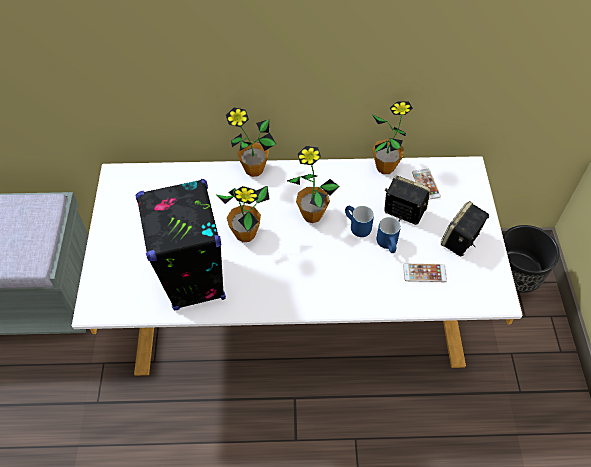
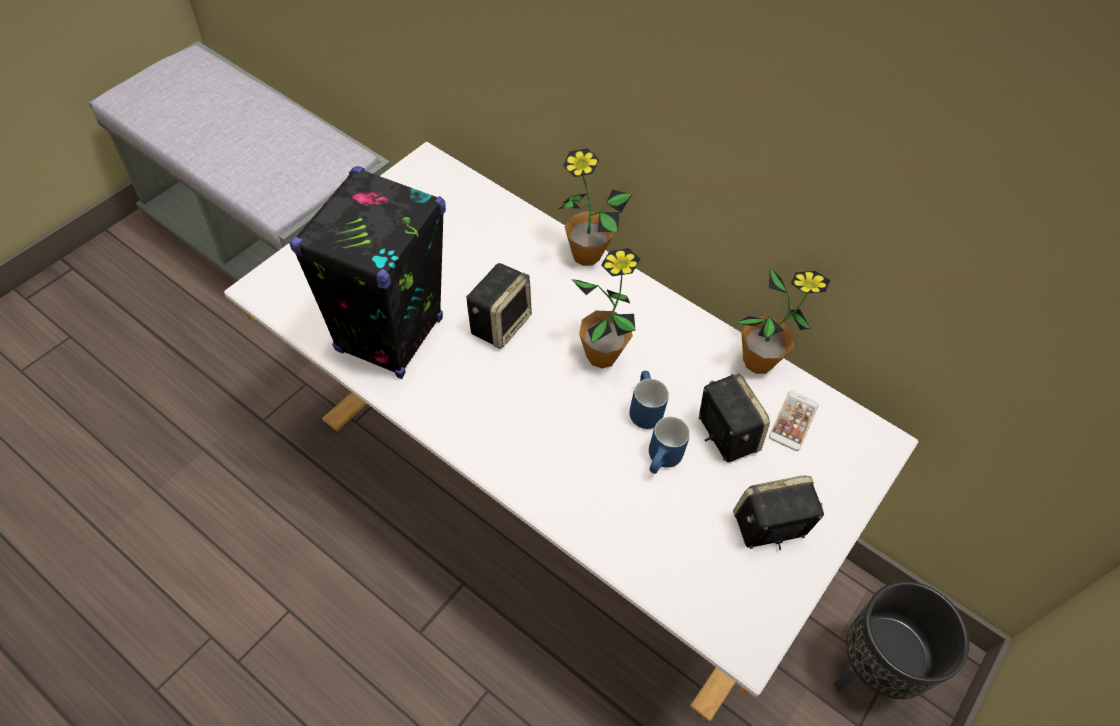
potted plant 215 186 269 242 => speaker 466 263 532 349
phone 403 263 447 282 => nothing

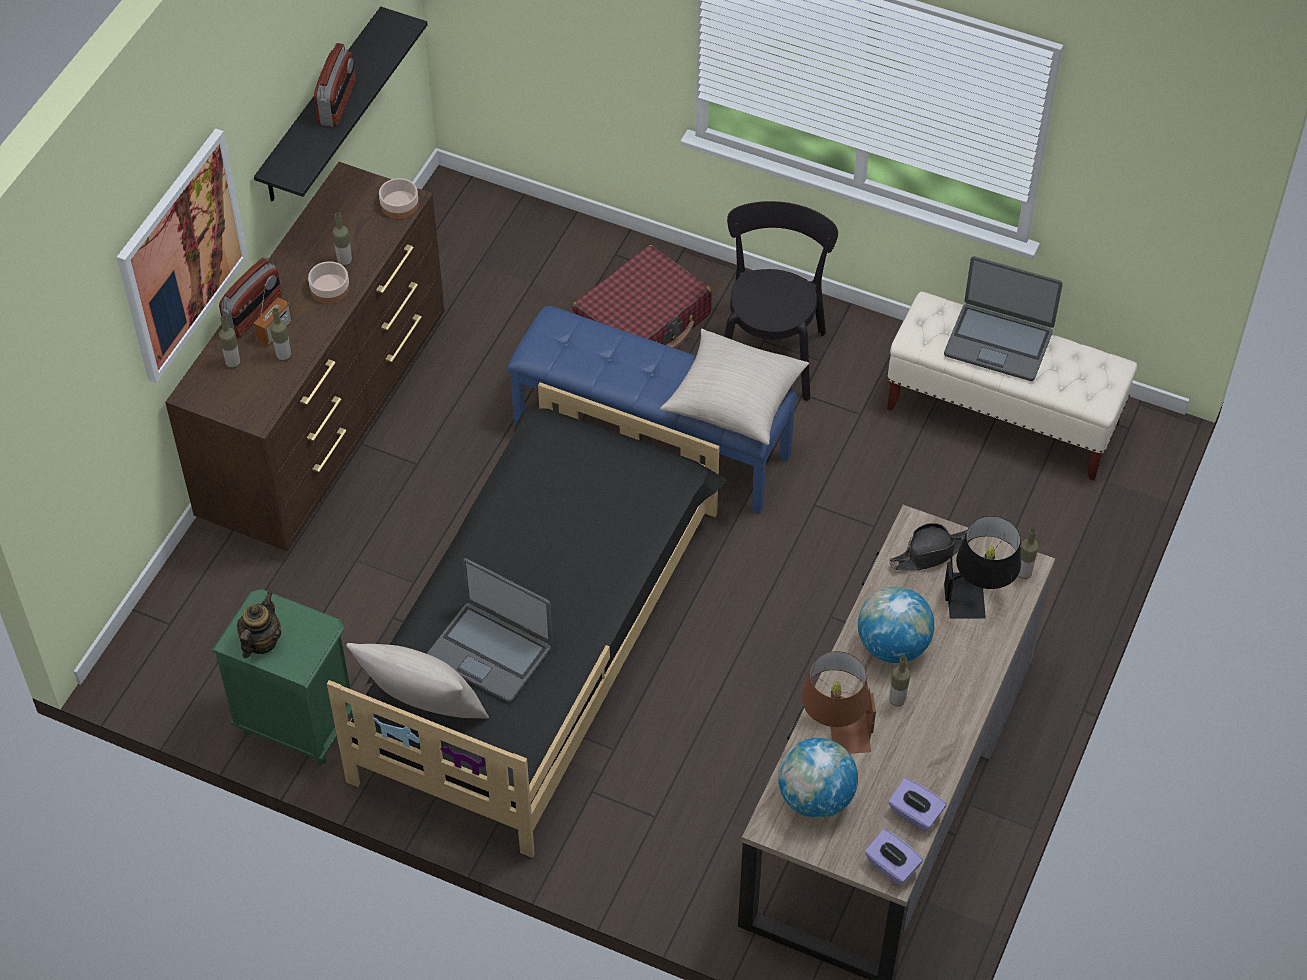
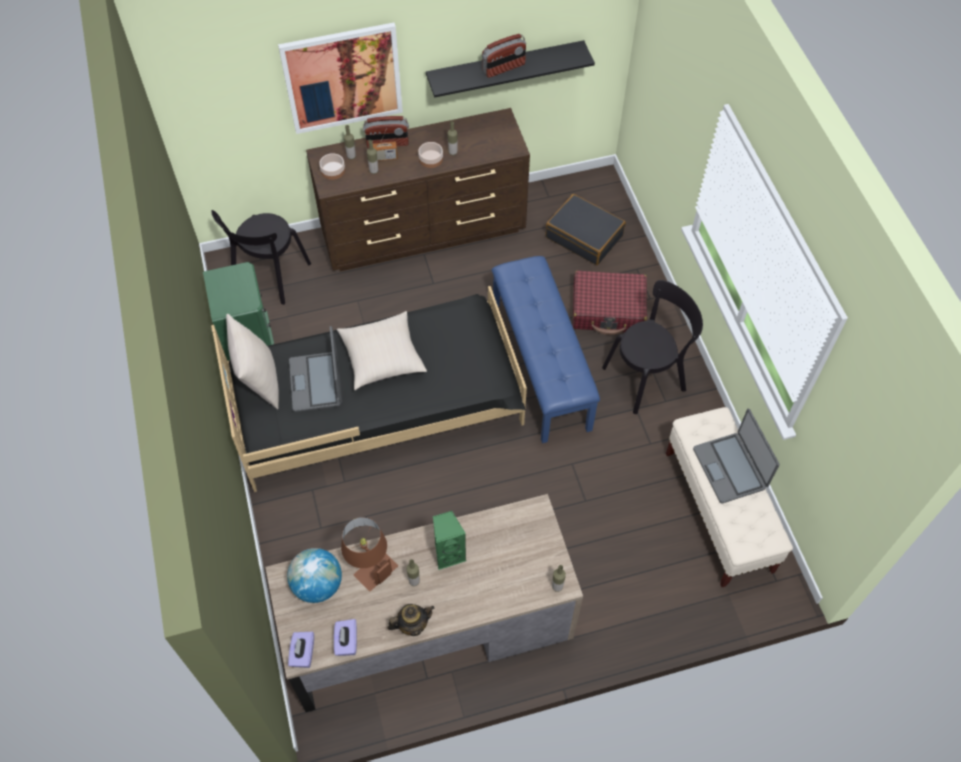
bowl 379 178 419 219 => bowl 319 153 345 180, relocated
beige pillow 660 329 809 445 => beige pillow 337 311 427 390, relocated
black table lamp 944 516 1021 619 => nothing
black hat 889 523 972 571 => nothing
globe 858 587 935 663 => green speaker 433 511 466 570
teapot 237 592 281 658 => teapot 388 604 434 636, relocated
nothing => black suitcase 545 194 626 265
nothing => black chair 211 210 311 305

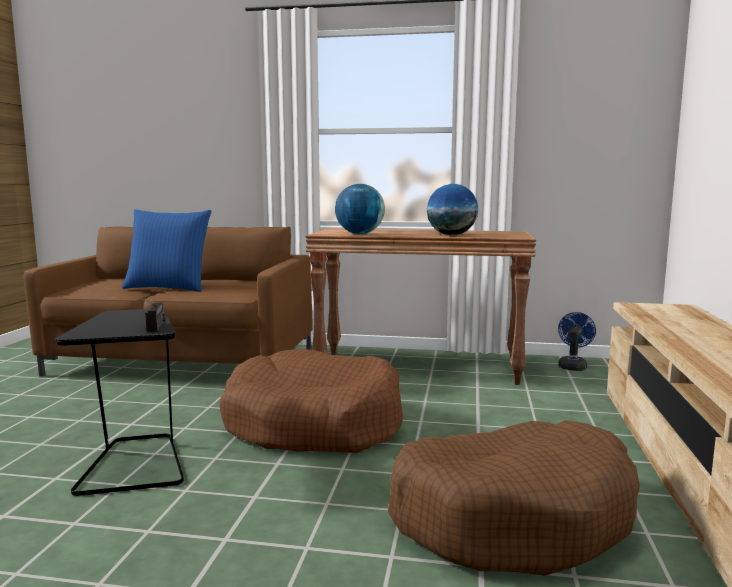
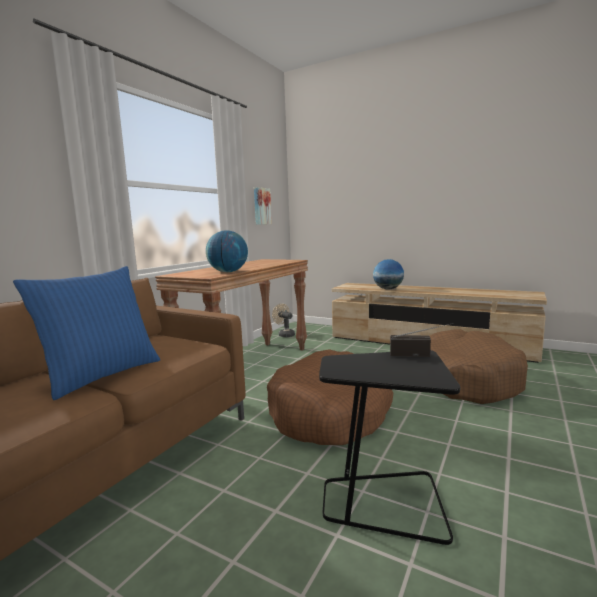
globe 427 184 479 235 => globe 373 259 404 290, relocated
blue fan 558 312 596 371 => beige fan 272 303 295 337
nothing => picture 254 187 272 225

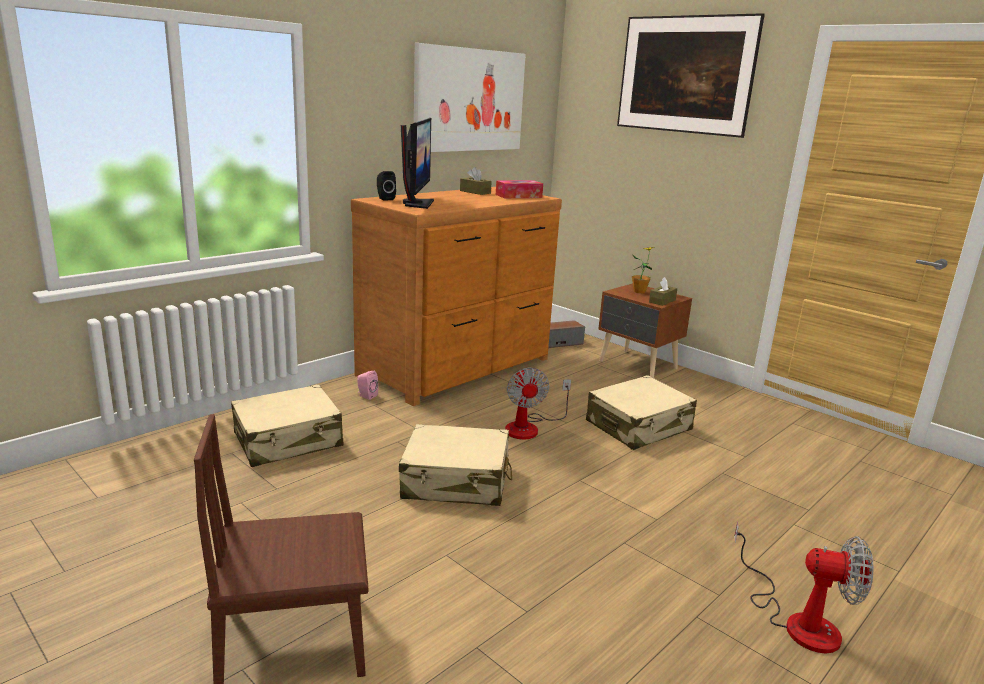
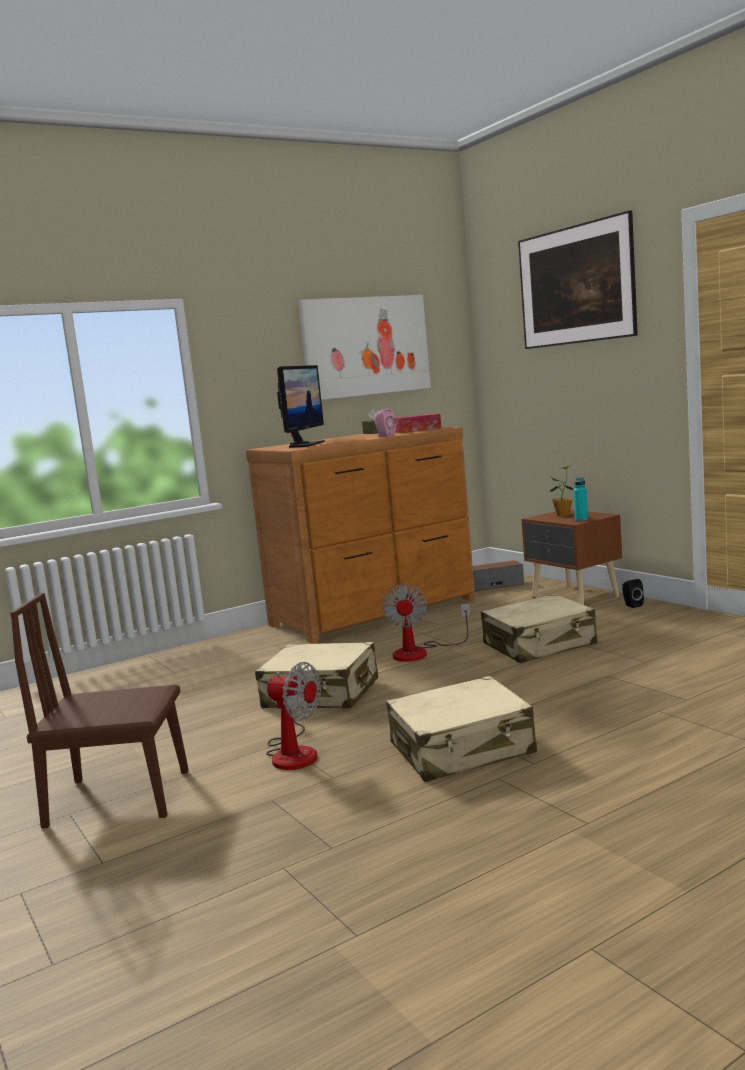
black speaker 377 171 396 201 => black speaker 622 579 644 608, relocated
brown tissue box 649 277 677 306 => turquoise bottle 573 477 588 521
pink speaker 357 371 378 400 => pink speaker 374 408 396 437, relocated
beige suitcase 231 384 343 467 => beige suitcase 386 676 537 782, relocated
fan 734 521 874 654 => fan 266 662 321 770, relocated

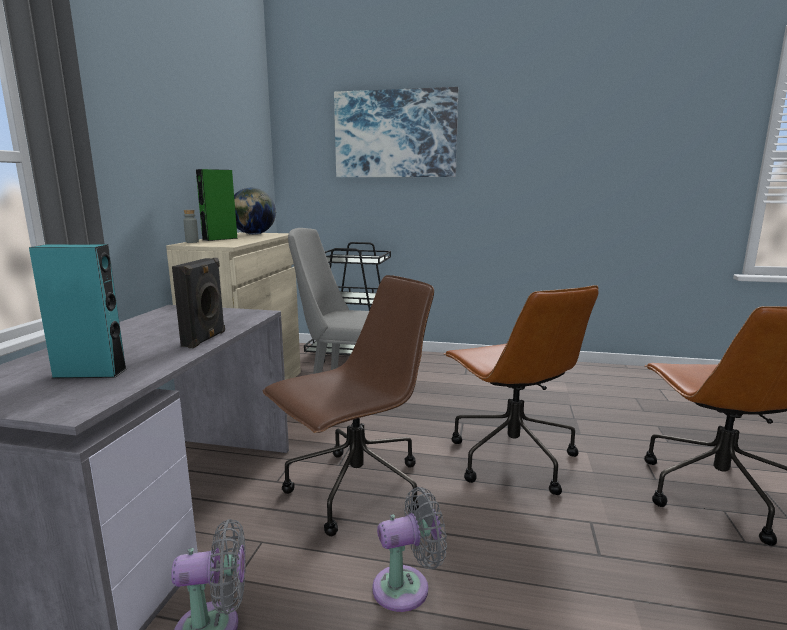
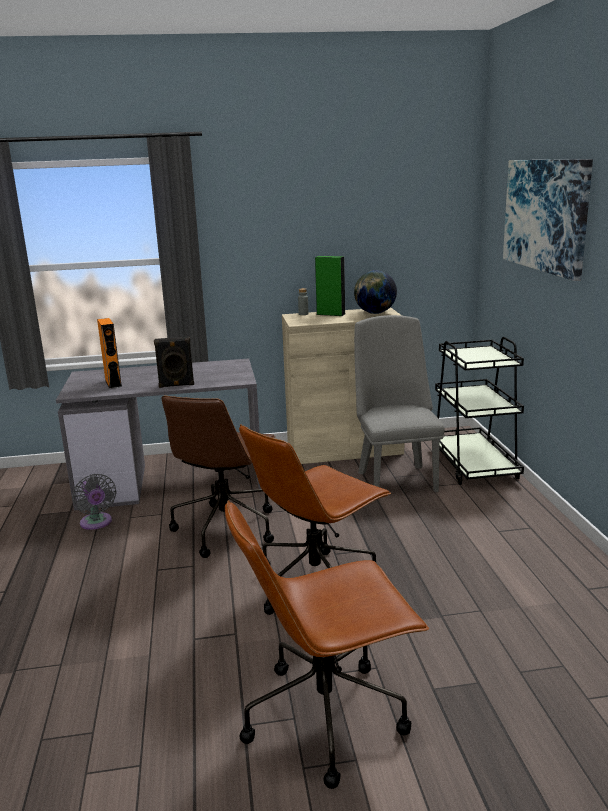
turquoise speaker 29 244 127 379 => orange speaker 97 318 122 389
brown office chair 263 275 434 536 => brown office chair 162 396 276 558, 75 degrees clockwise
grey fan 372 487 447 612 => nothing

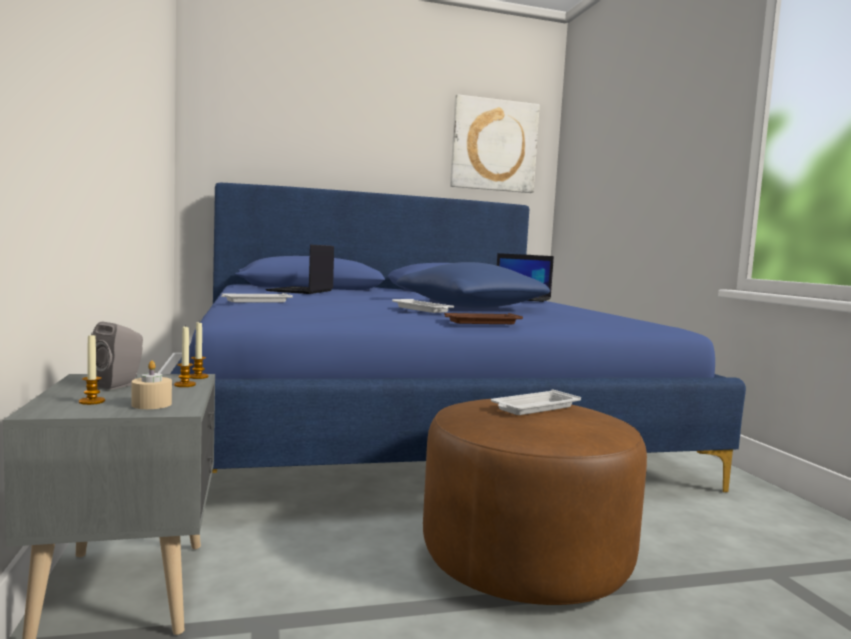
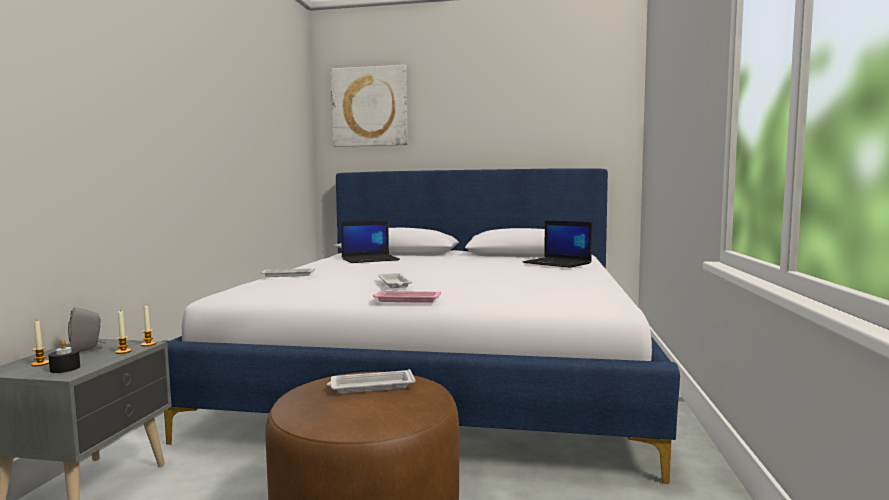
picture 450 94 540 193 => picture 331 65 408 147, relocated
blue bed 170 183 746 492 => white bed 163 169 680 484
laptop 266 245 334 294 => laptop 341 221 400 263, 150 degrees counterclockwise
blue pillow 397 262 550 308 => nothing
brown tray 444 313 523 324 => pink tray 373 291 441 303
beige candle 131 361 172 409 => black candle 48 339 80 373

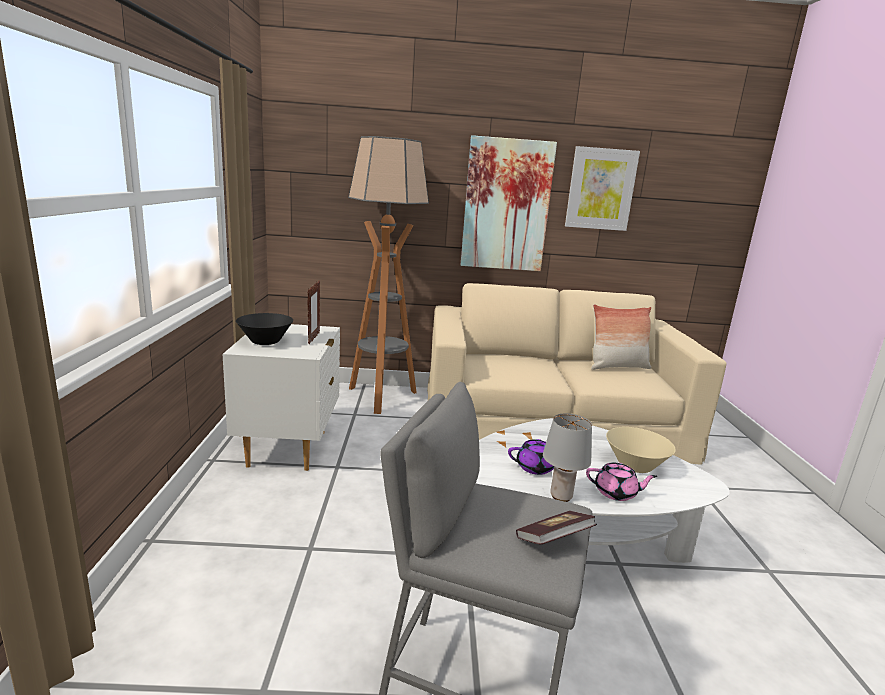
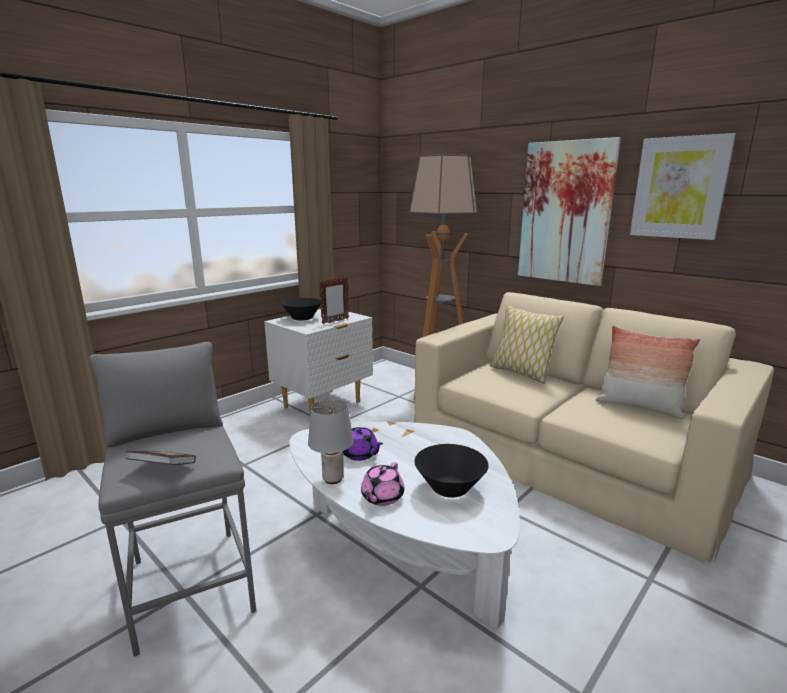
beige bowl 606 427 676 473 => black bowl 414 444 489 498
pink teapot 586 462 657 501 => pink teapot 361 462 404 506, 60 degrees clockwise
nothing => pillow 490 305 564 384

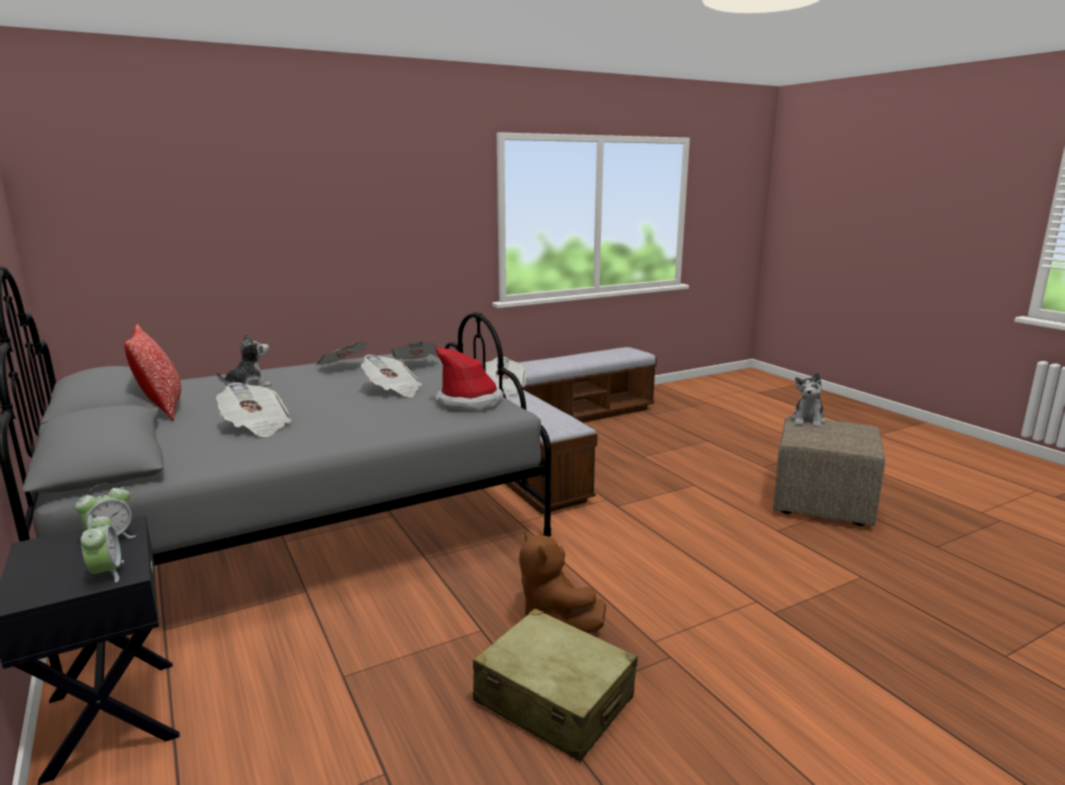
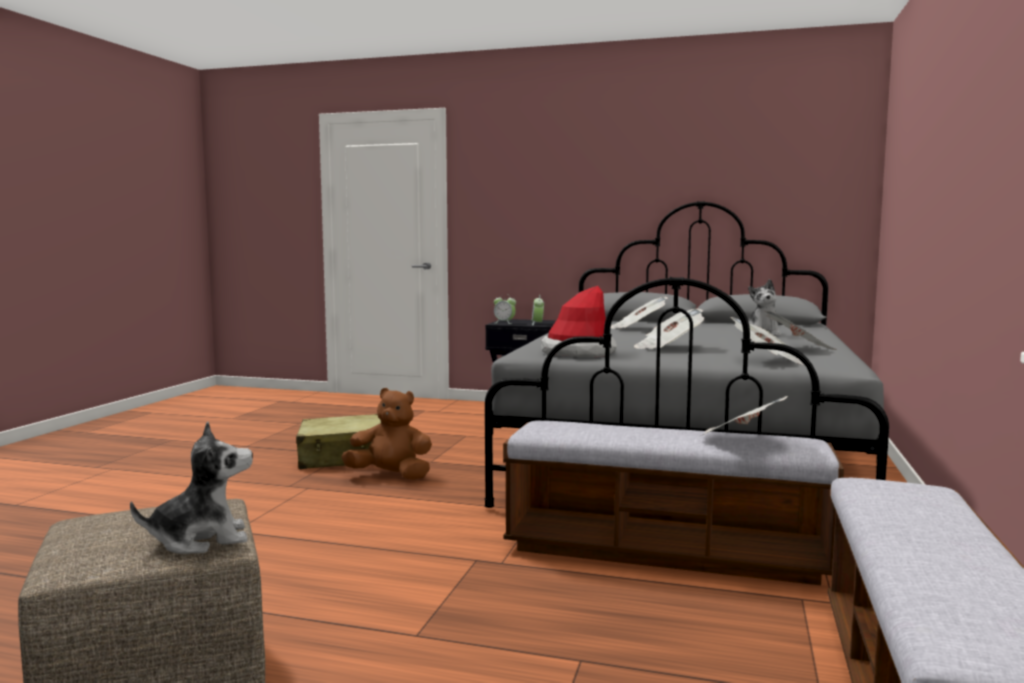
pillow 125 324 181 421 => nothing
plush toy 791 372 826 428 => plush toy 130 422 253 554, 90 degrees clockwise

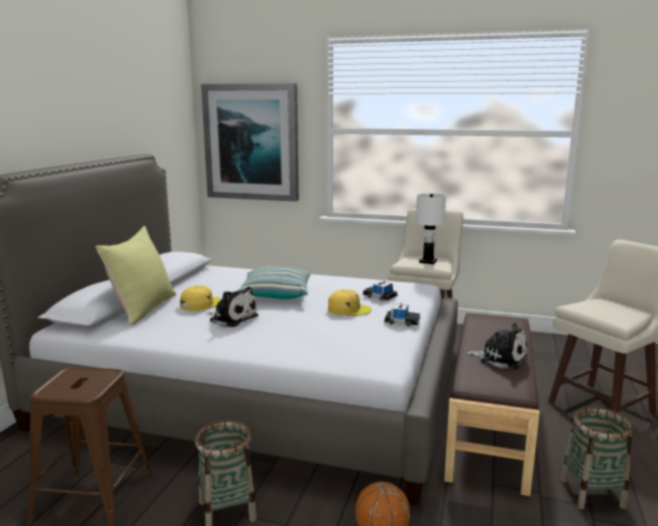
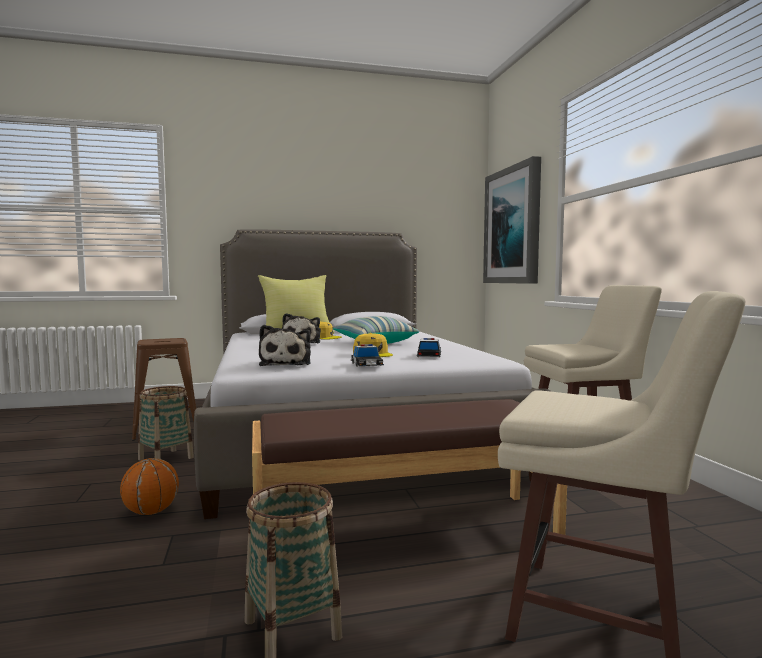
white table lamp 416 194 446 264 => nothing
plush toy 466 323 527 369 => plush toy 259 325 311 366, relocated

